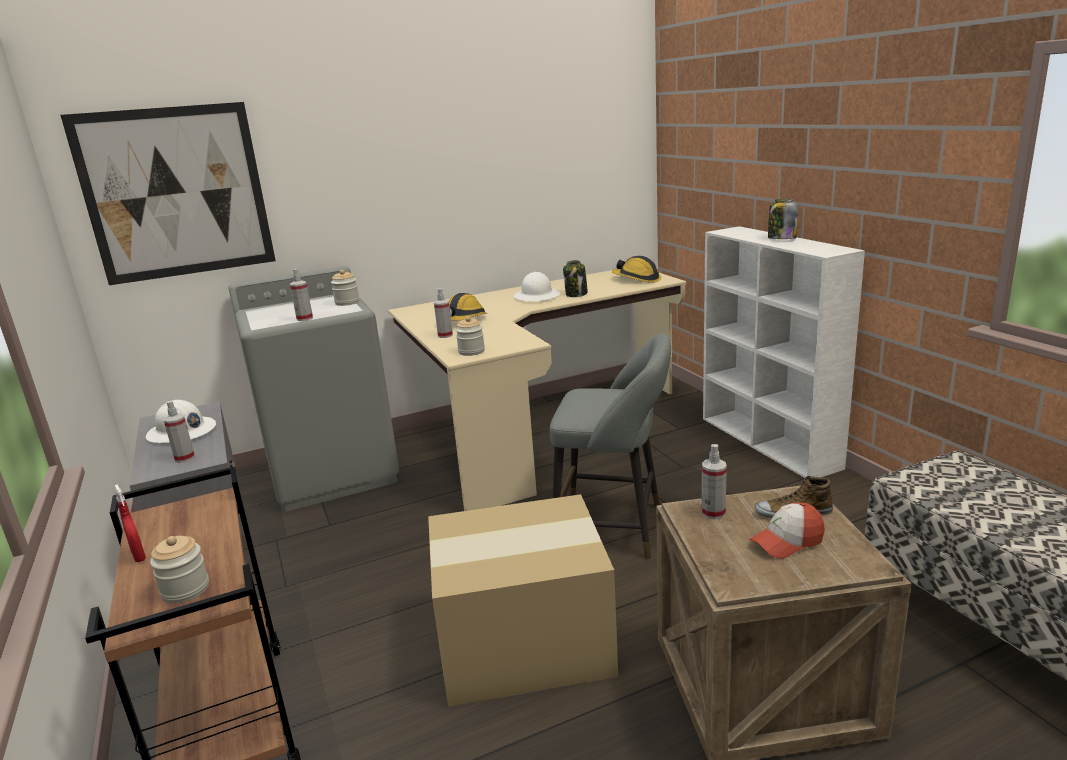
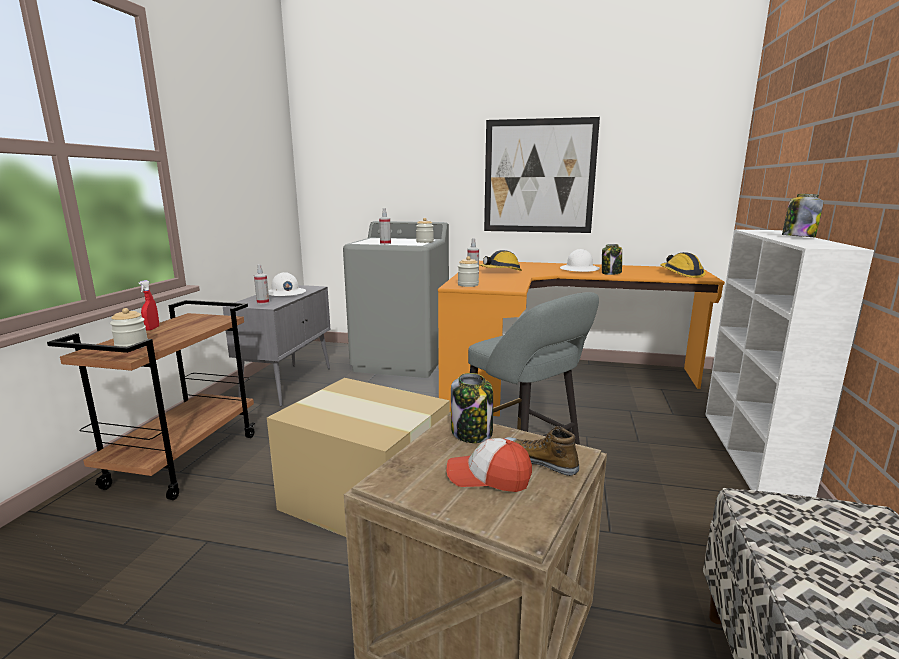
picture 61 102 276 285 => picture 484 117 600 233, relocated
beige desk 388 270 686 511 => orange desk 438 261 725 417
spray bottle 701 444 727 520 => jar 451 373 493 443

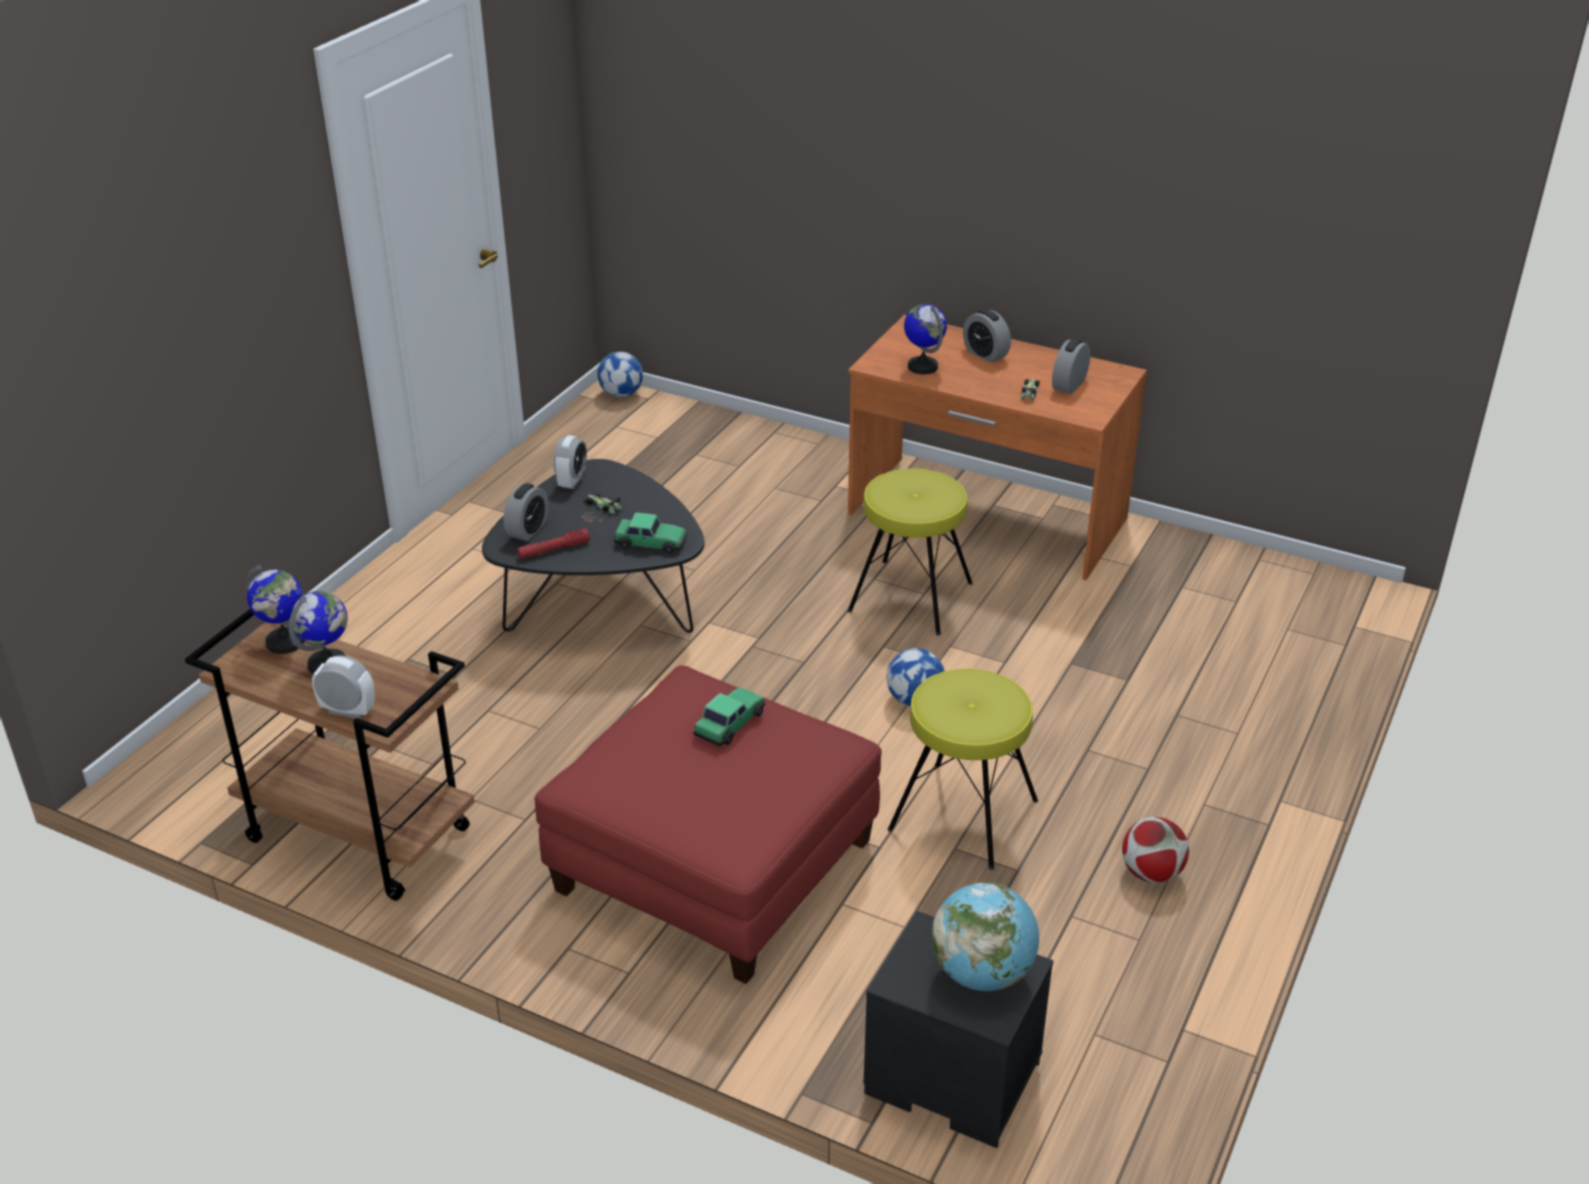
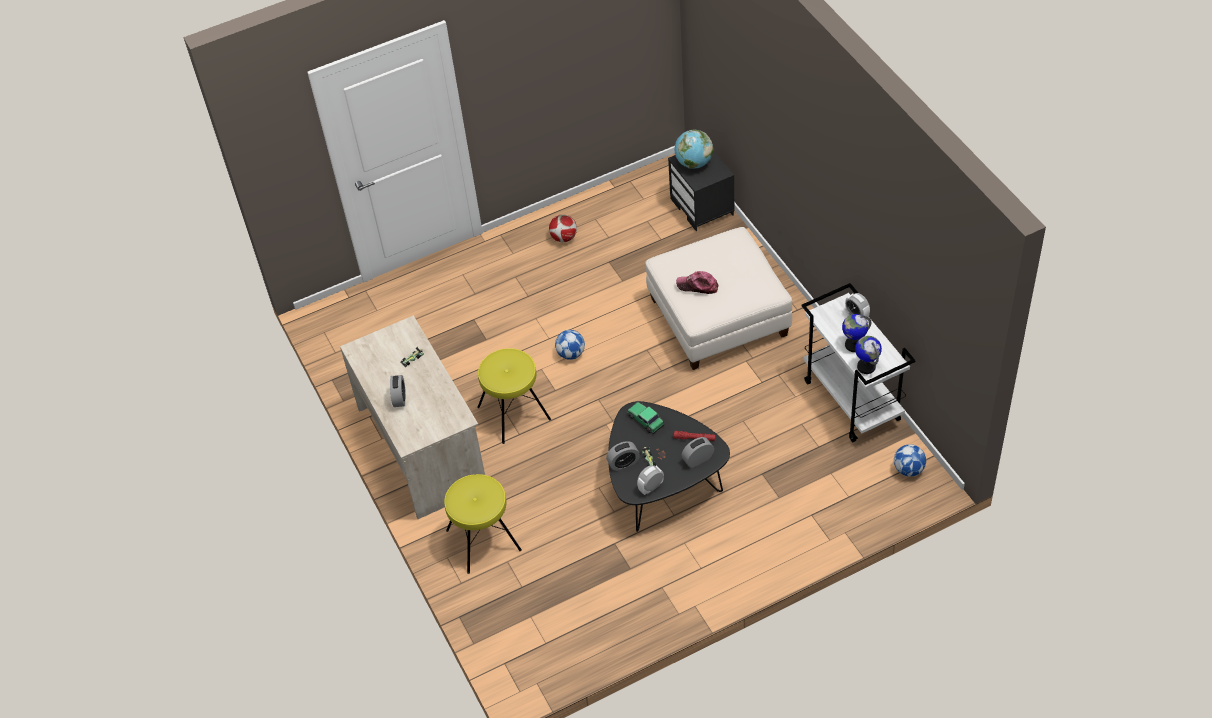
globe 904 304 947 374 => nothing
orange desk 848 315 1147 580 => beige desk 340 315 485 519
alarm clock 1052 339 1091 394 => alarm clock 606 441 640 471, relocated
football 597 352 643 397 => football 894 444 926 477, relocated
brown cart 185 609 475 901 => white cart 802 283 916 442
red ottoman 534 665 882 984 => white ottoman 645 227 792 370
yellow stool 888 668 1038 870 => yellow stool 444 474 522 574, relocated
toy car 693 687 765 746 => cap 676 271 718 294

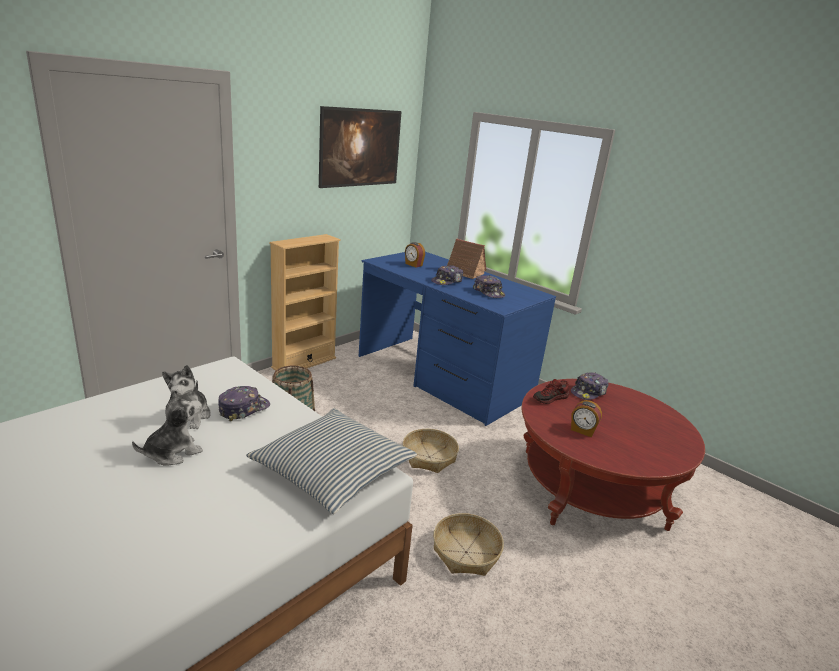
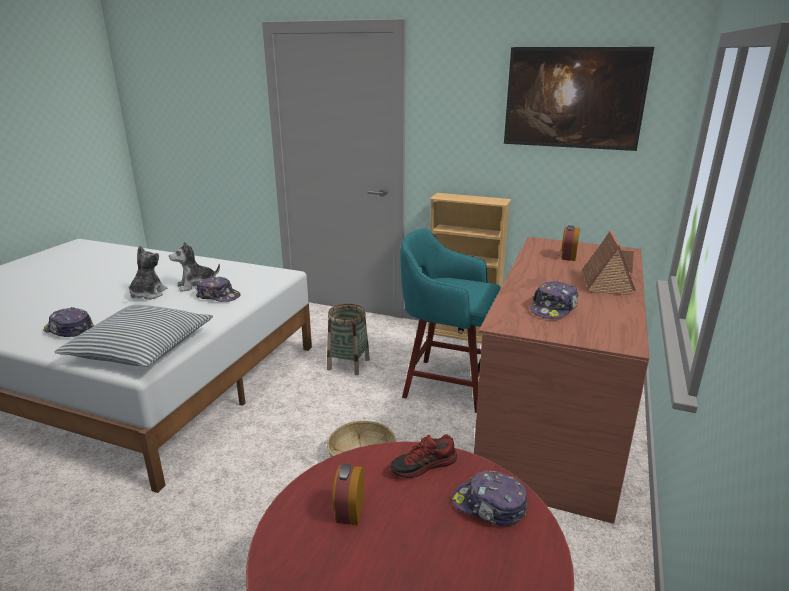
blue desk 359 252 556 426 => brown desk 474 237 649 524
cap 431 265 463 285 => cap 43 307 94 337, relocated
shoe 533 379 569 404 => shoe 390 434 457 478, 60 degrees counterclockwise
plush toy 132 390 203 466 => plush toy 129 246 167 300, 105 degrees counterclockwise
basket 433 513 504 576 => nothing
nothing => turquoise stool 400 228 501 413

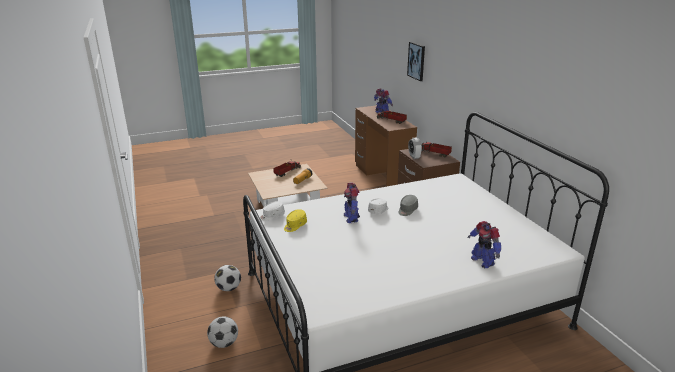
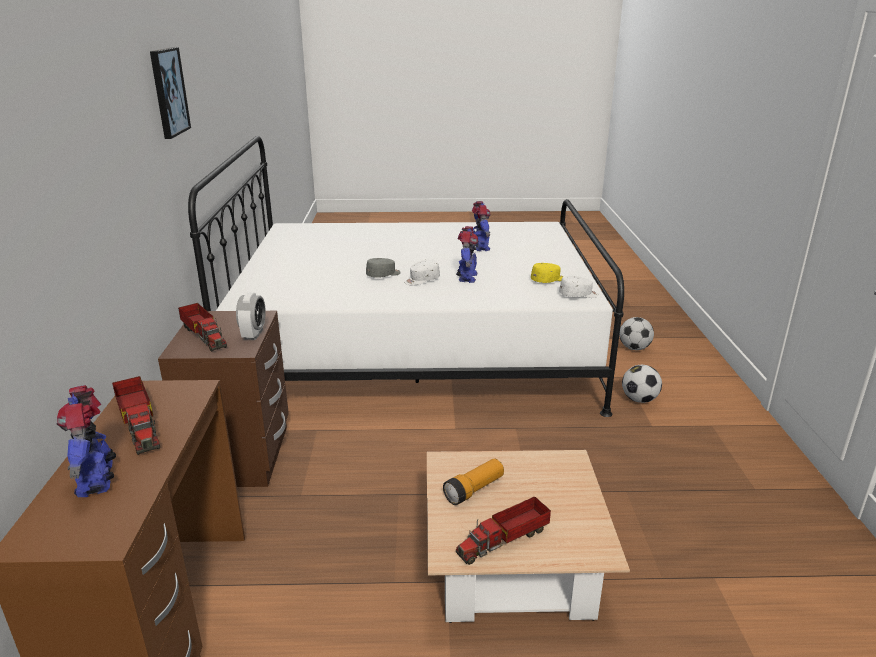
picture 407 42 425 81 => picture 150 47 191 139, relocated
toy robot 468 221 501 268 => toy robot 472 201 491 251, relocated

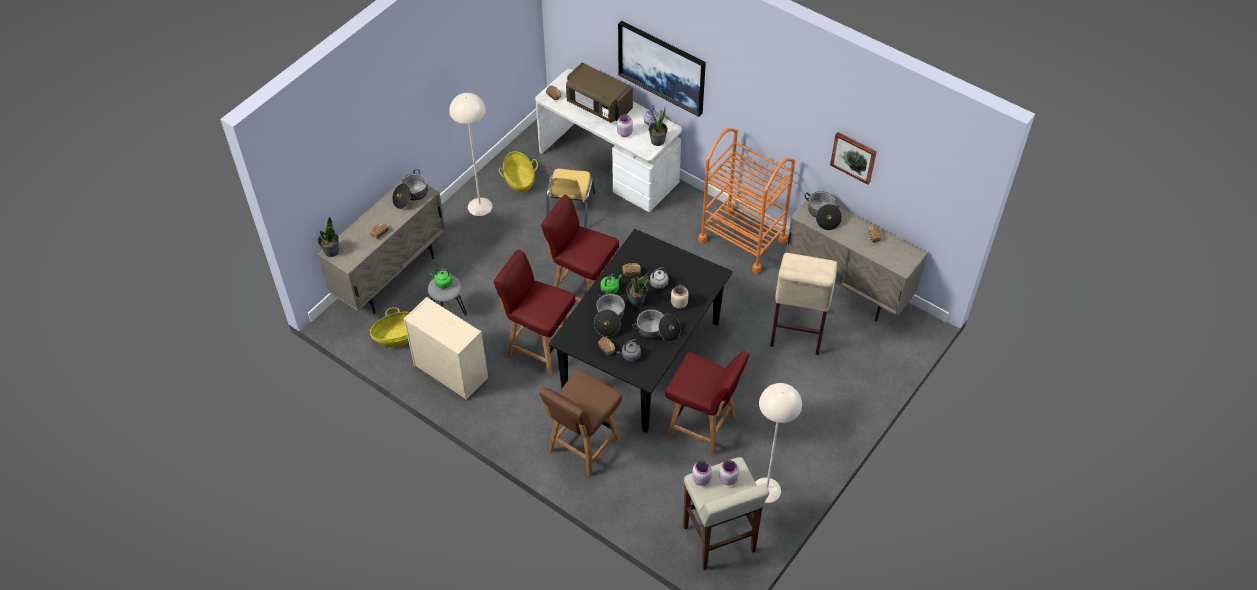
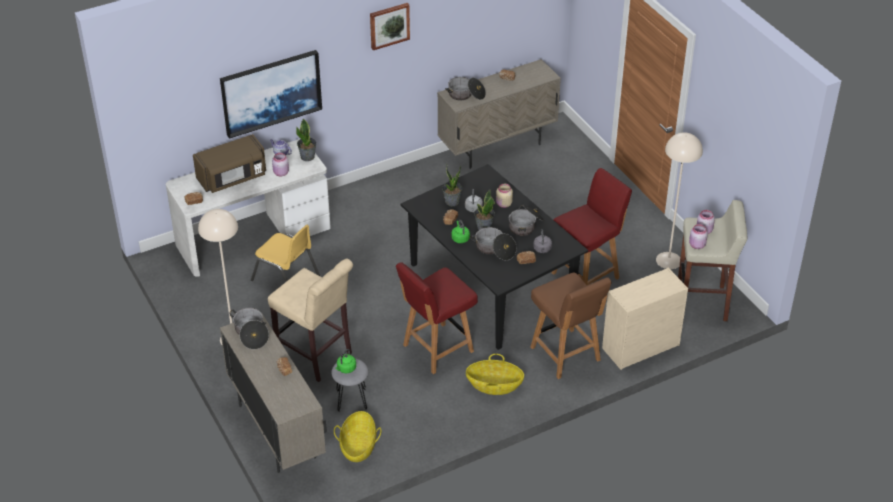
orange cart 698 128 795 274 => nothing
picture 830 132 877 184 => picture 370 3 410 50, relocated
basket 499 151 538 192 => basket 466 354 524 395, relocated
red chair 541 195 619 302 => nothing
potted plant 318 217 339 257 => potted plant 442 165 462 206, relocated
beige stool 770 253 837 355 => beige stool 268 259 353 382, relocated
beige dresser 404 297 488 400 => beige dresser 602 268 688 370, relocated

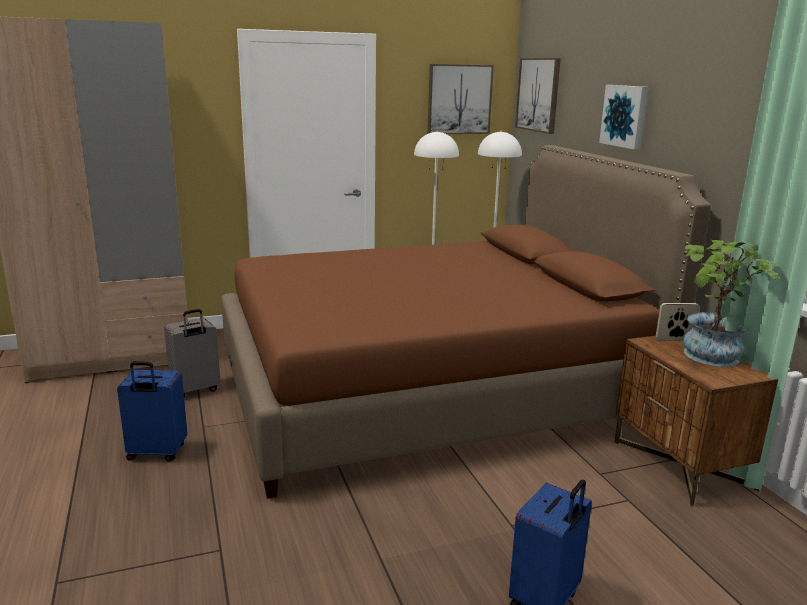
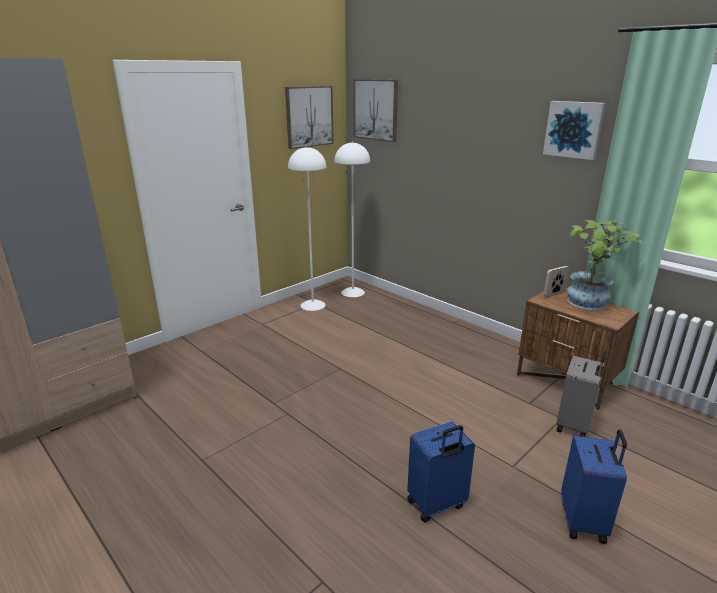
picture 599 85 649 150 => picture 543 101 606 160, relocated
brown bed 221 145 711 499 => nothing
grey suitcase 164 309 220 397 => grey suitcase 556 351 606 437, relocated
blue suitcase 117 362 188 462 => blue suitcase 407 422 475 523, relocated

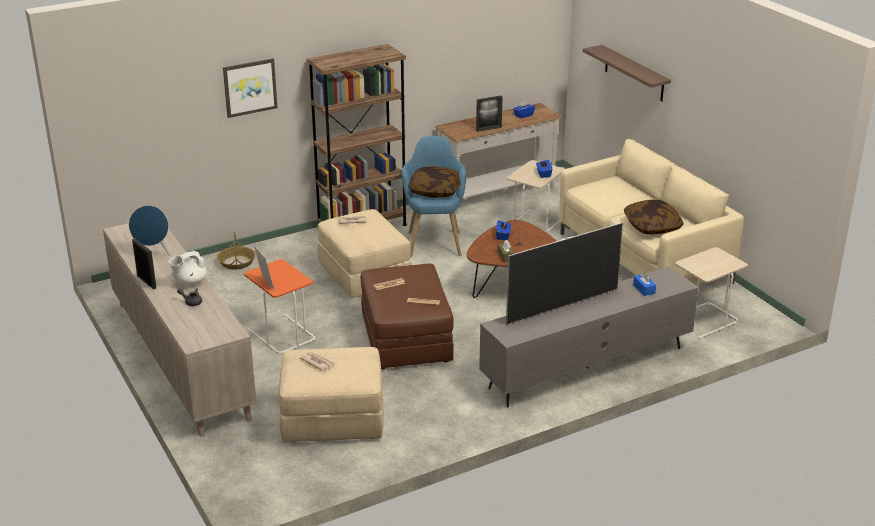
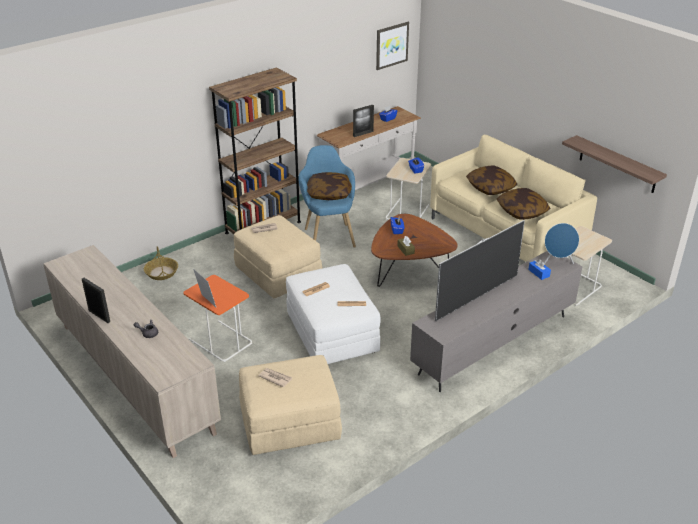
shelf 583 45 671 102 => shelf 562 135 667 193, relocated
picture 223 58 278 118 => picture 376 22 409 70, relocated
blue speaker 129 205 170 256 => blue speaker 544 223 579 264, relocated
white teapot 168 251 207 285 => nothing
brown ottoman 361 264 454 369 => white ottoman 286 264 381 364
nothing => pillow 466 166 517 195

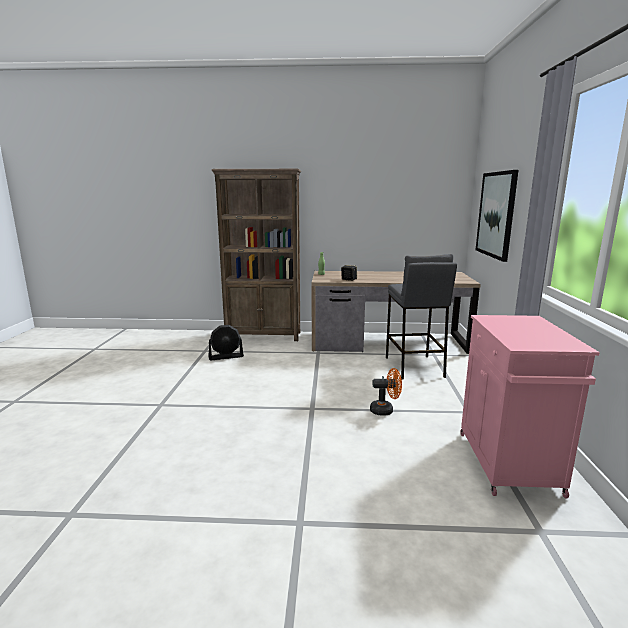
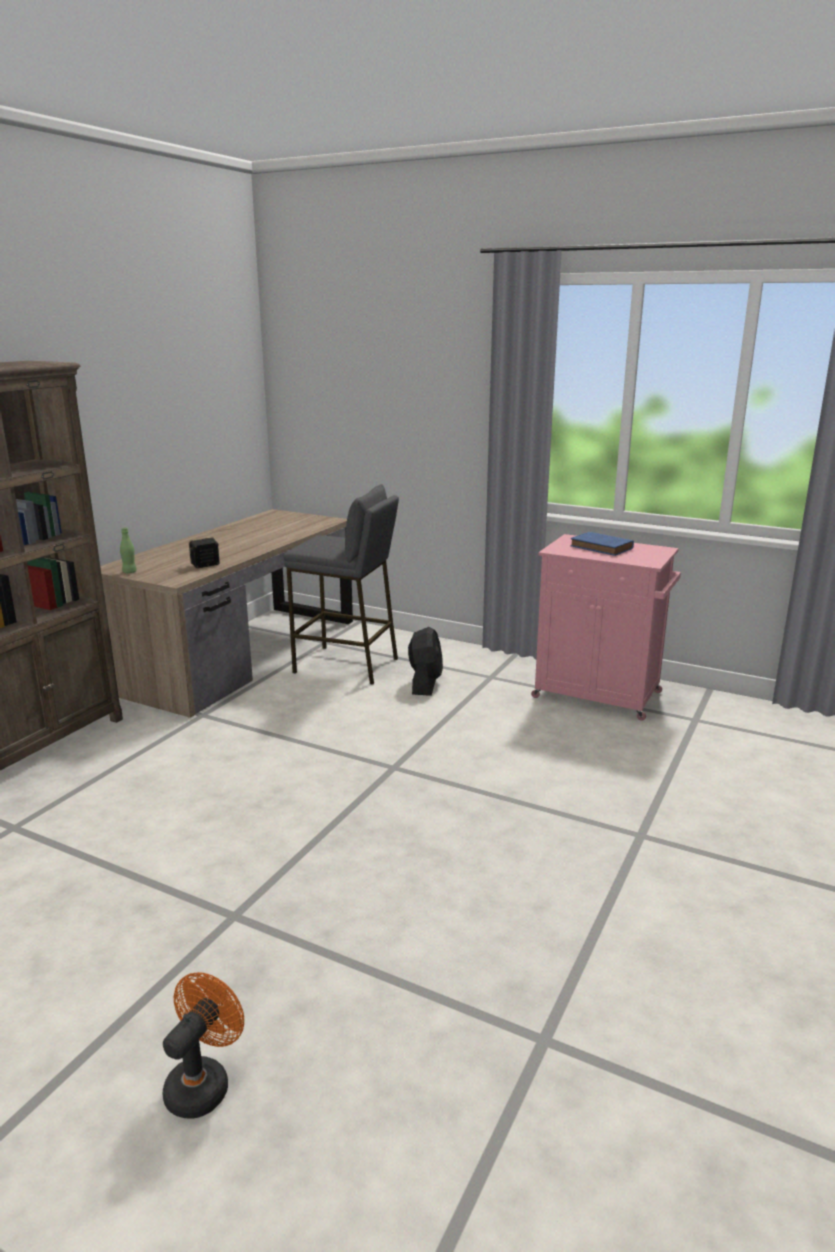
picture 476 170 518 262 => nothing
black fan 208 325 244 360 => black fan 408 627 443 696, relocated
orange fan 370 368 402 416 => orange fan 162 972 244 1119, relocated
nothing => blue book 570 532 634 556

